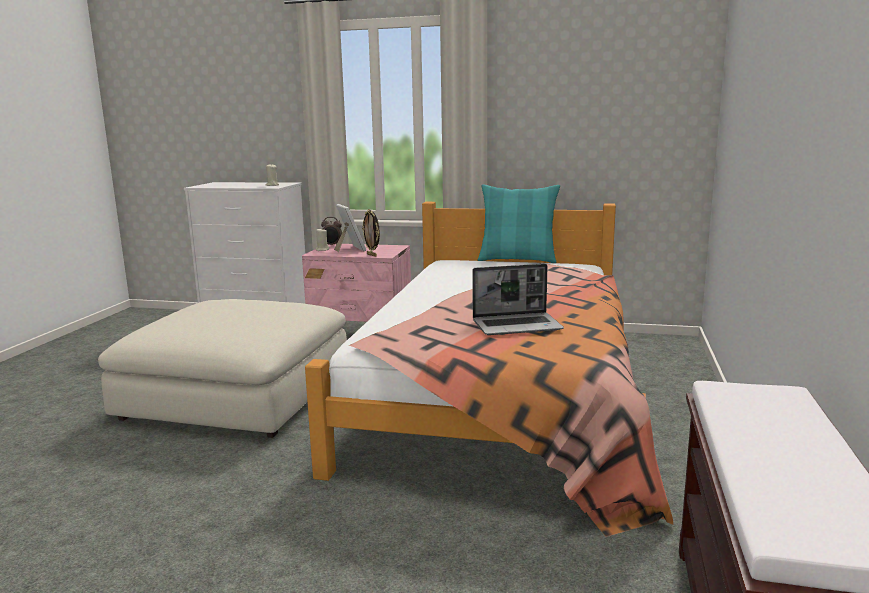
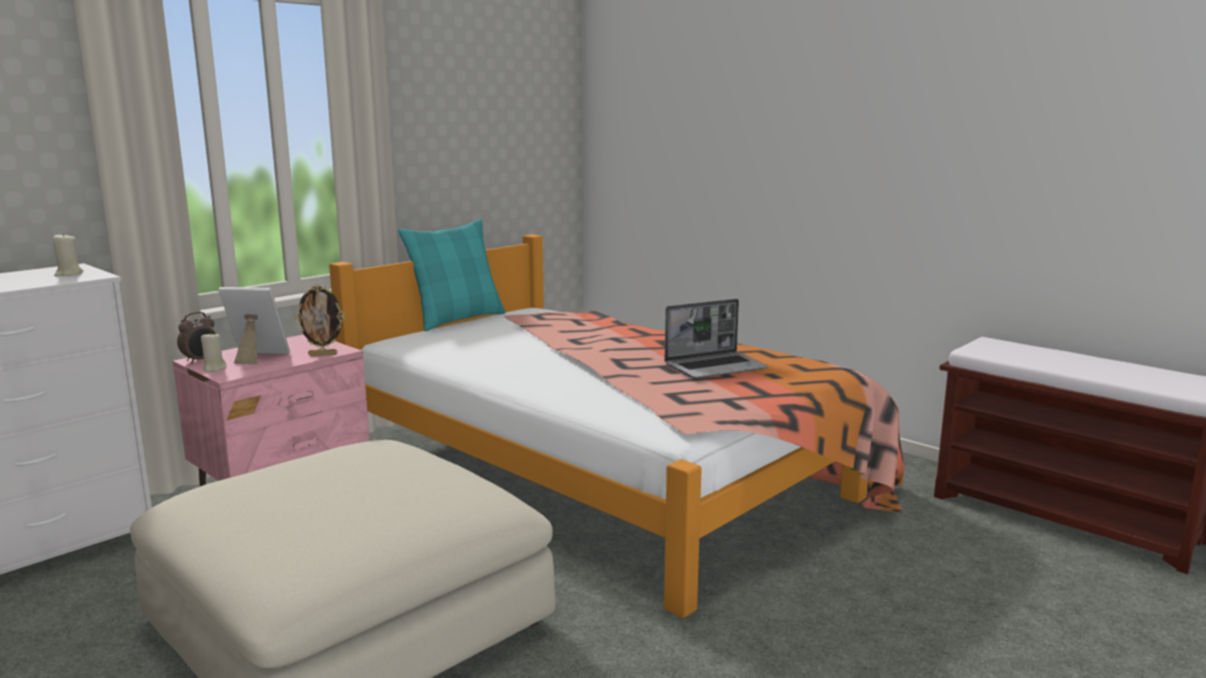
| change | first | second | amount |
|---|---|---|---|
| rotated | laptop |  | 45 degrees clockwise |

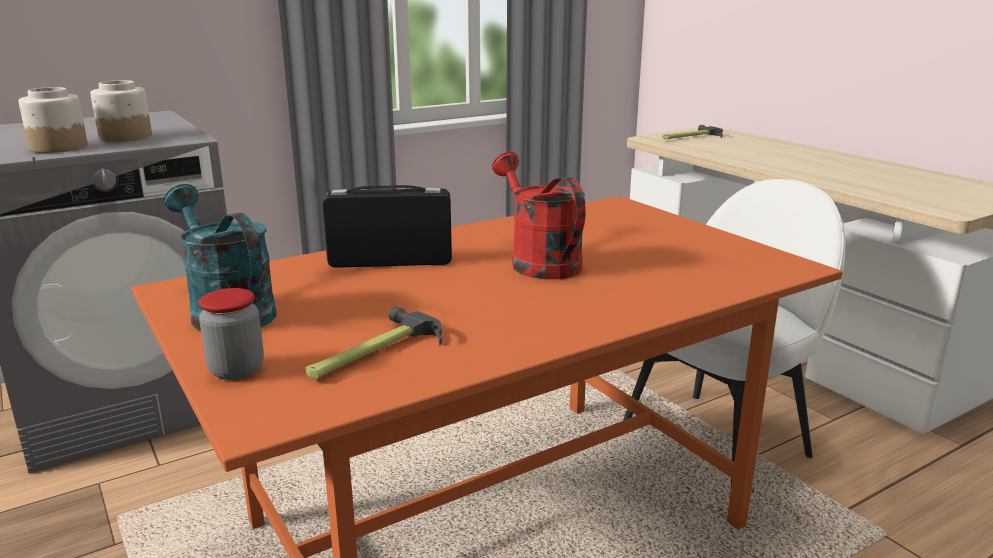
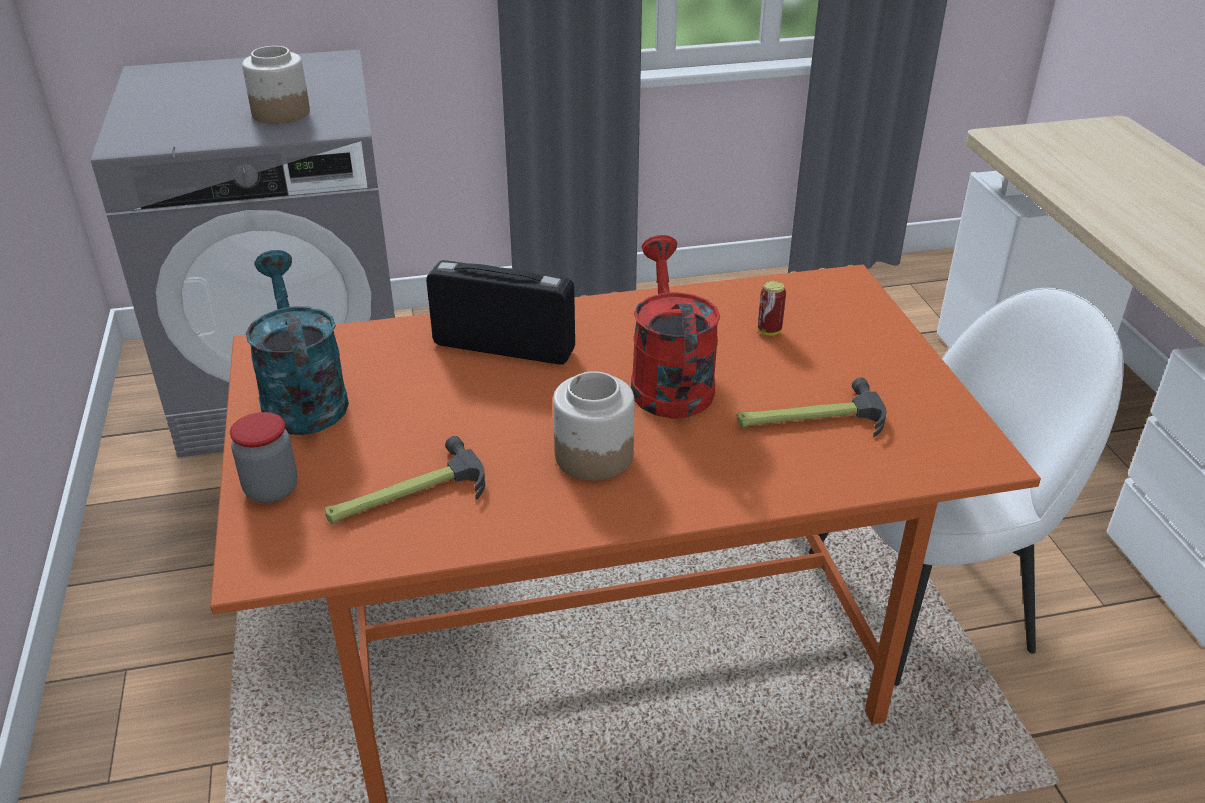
| change | first | second | amount |
|---|---|---|---|
| shifted | jar (no. 1 from left in the first image) | jar (no. 3 from left) |  |
| shifted | tool hammer (no. 2 from left) |  |  |
| new |  | can |  |

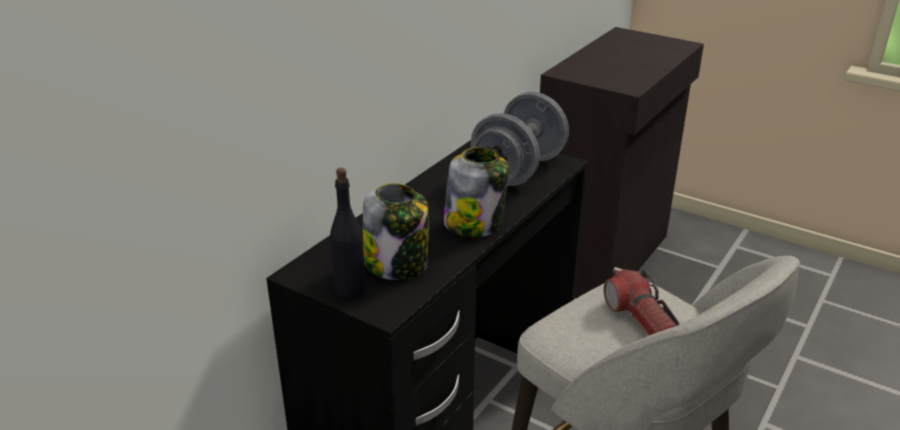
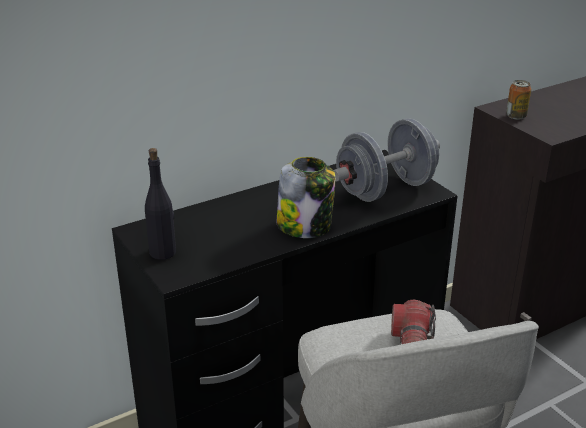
| change | first | second | amount |
|---|---|---|---|
| gone | jar (no. 1 from left) |  |  |
| new |  | can |  |

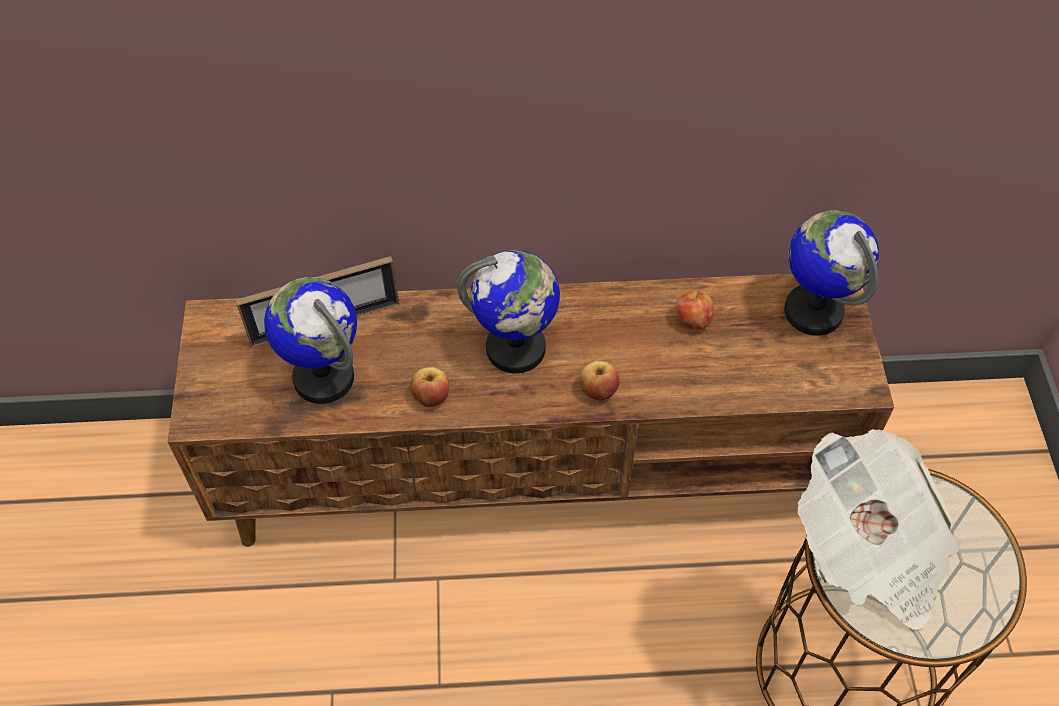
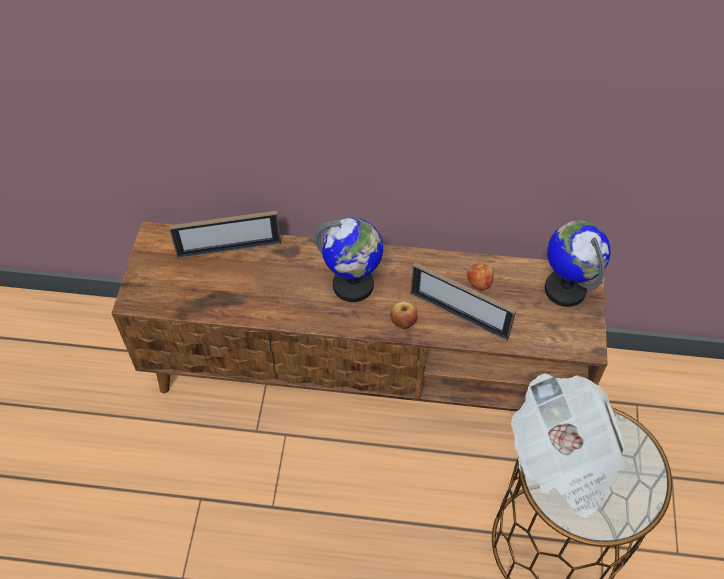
| change | first | second | amount |
|---|---|---|---|
| gone | desk globe (no. 1 from left) |  |  |
| gone | apple fruit (no. 1 from left) |  |  |
| new |  | photo frame (no. 2 from left) |  |

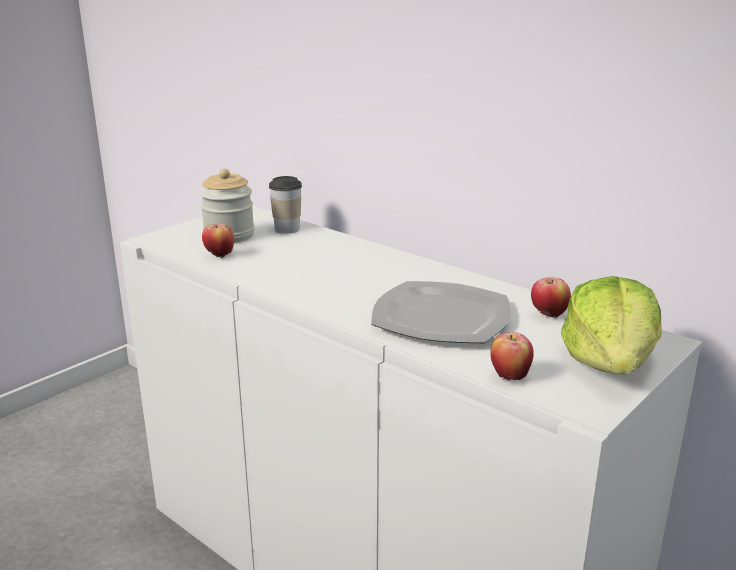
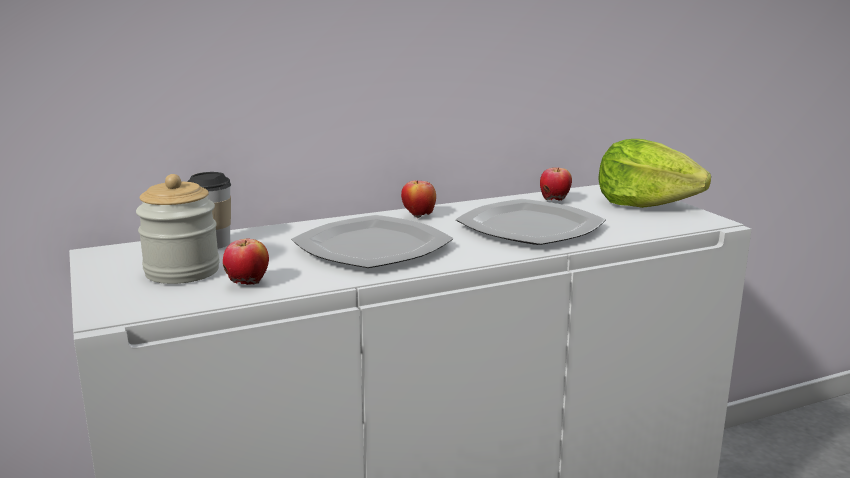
| change | first | second | amount |
|---|---|---|---|
| shifted | apple fruit (no. 2 from left) |  |  |
| new |  | plate (no. 1 from left) |  |

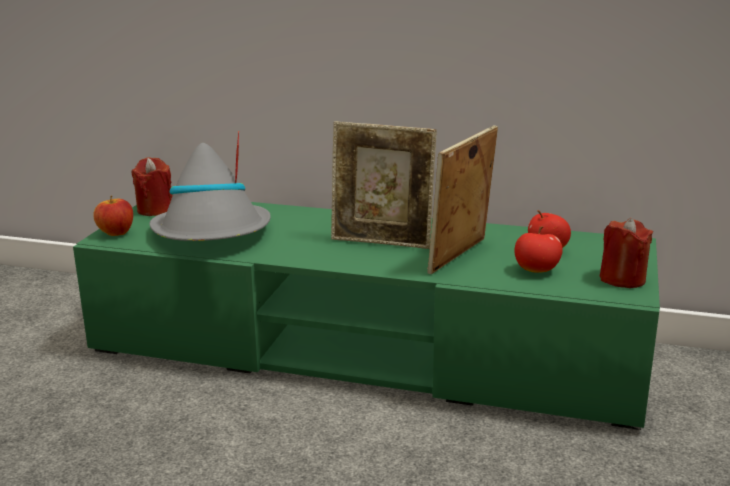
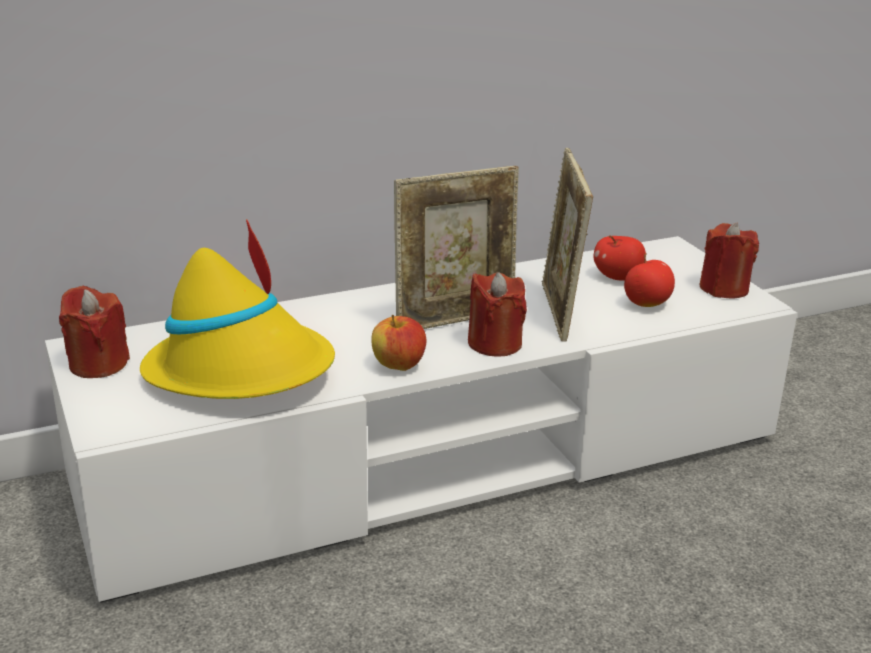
| change | first | second | amount |
|---|---|---|---|
| repainted | greyish clothing hat | yellowish clothing hat |  |
| shifted | apple fruit (no. 1 from left) |  |  |
| repainted | green tv unit | white-coloured tv unit |  |
| new |  | reddish candle (no. 2 from left) |  |

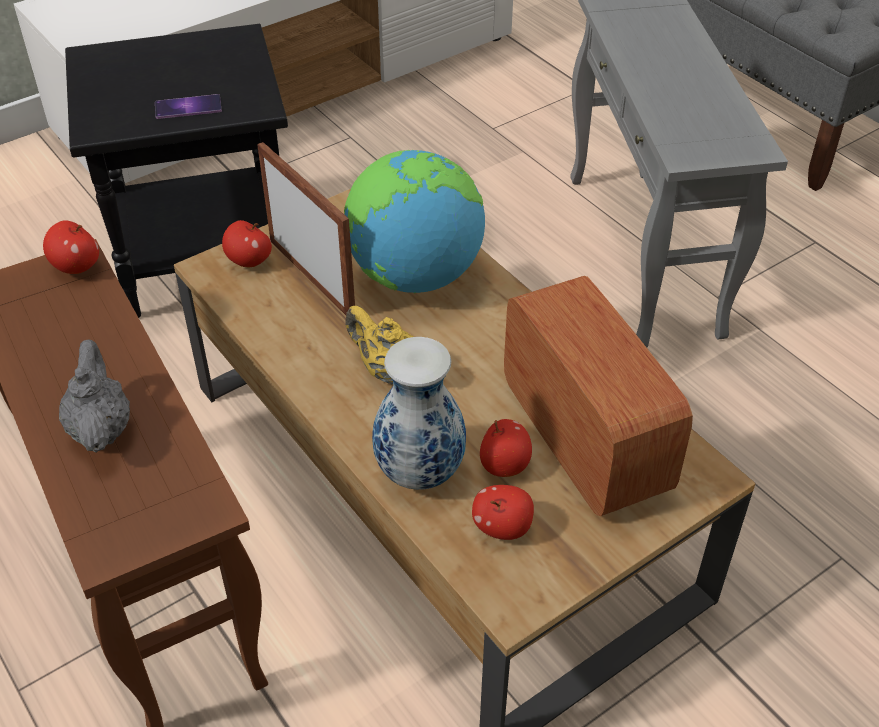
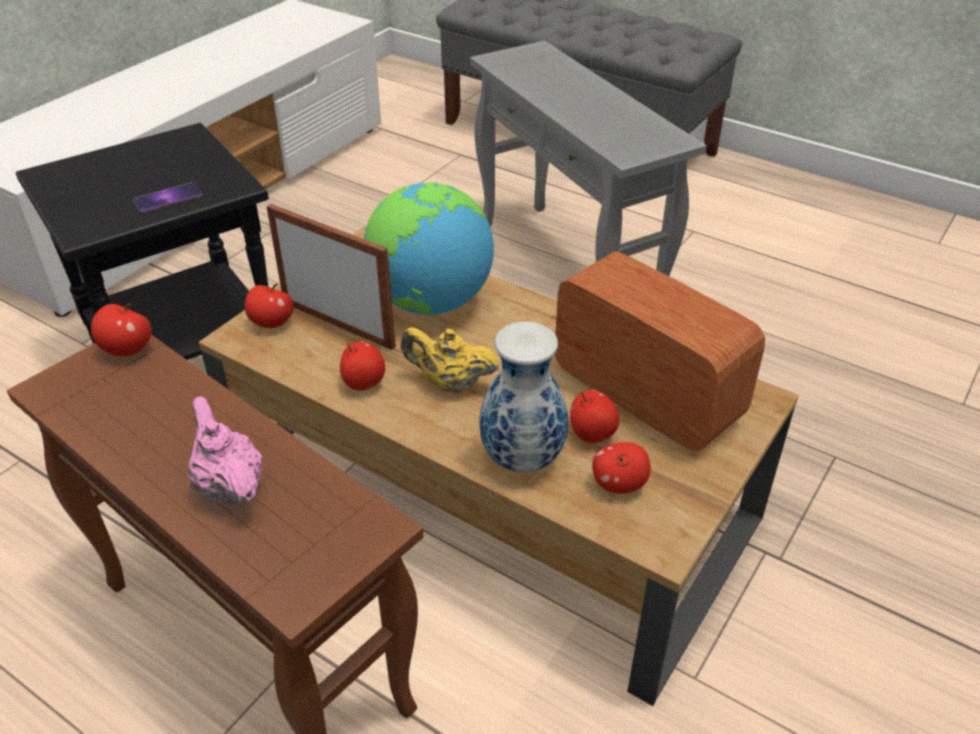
| change | first | second | amount |
|---|---|---|---|
| repainted | greyish pot for tea | pink-coloured pot for tea |  |
| new |  | apple fruit (no. 3 from left) |  |

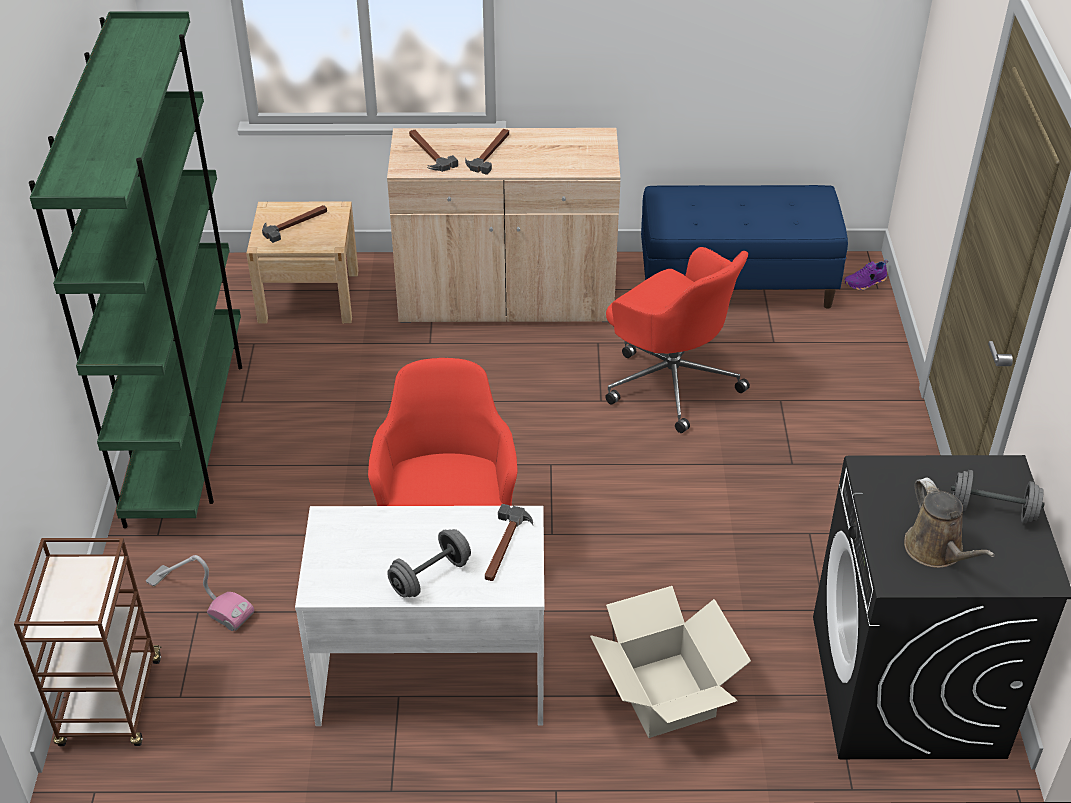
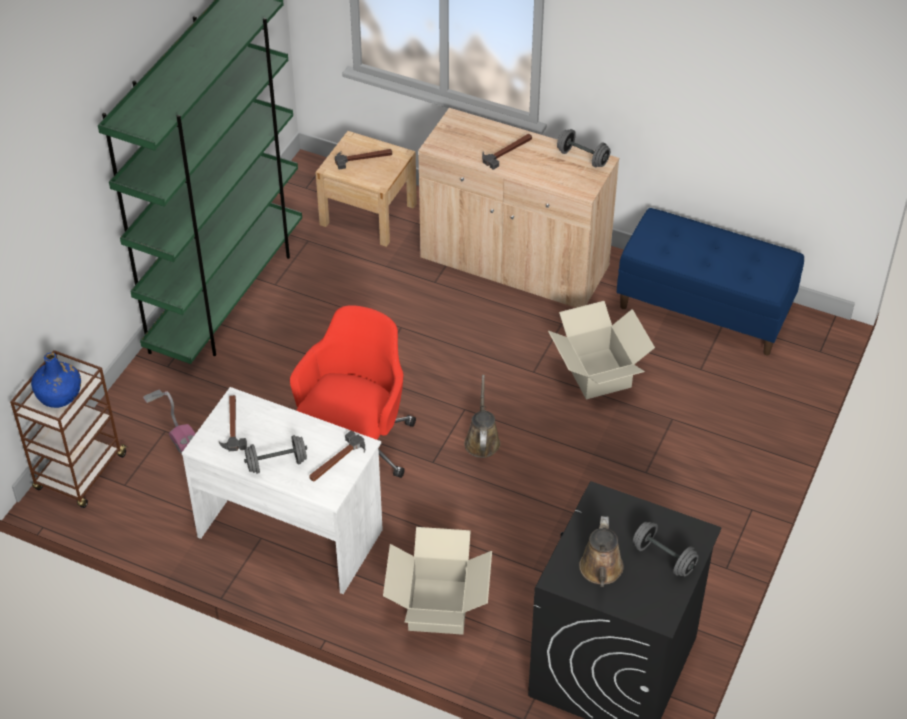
| change | first | second | amount |
|---|---|---|---|
| shifted | tool hammer (no. 2 from left in the first image) | tool hammer (no. 1 from left) |  |
| swapped | reddish office chair (no. 2 from left) | cardboard box (no. 2 from left) |  |
| gone | purplish item of footwear |  |  |
| new |  | greyish hand weight (no. 2 from left) |  |
| new |  | bluish beverage bottle |  |
| new |  | brown watering pot (no. 1 from left) |  |

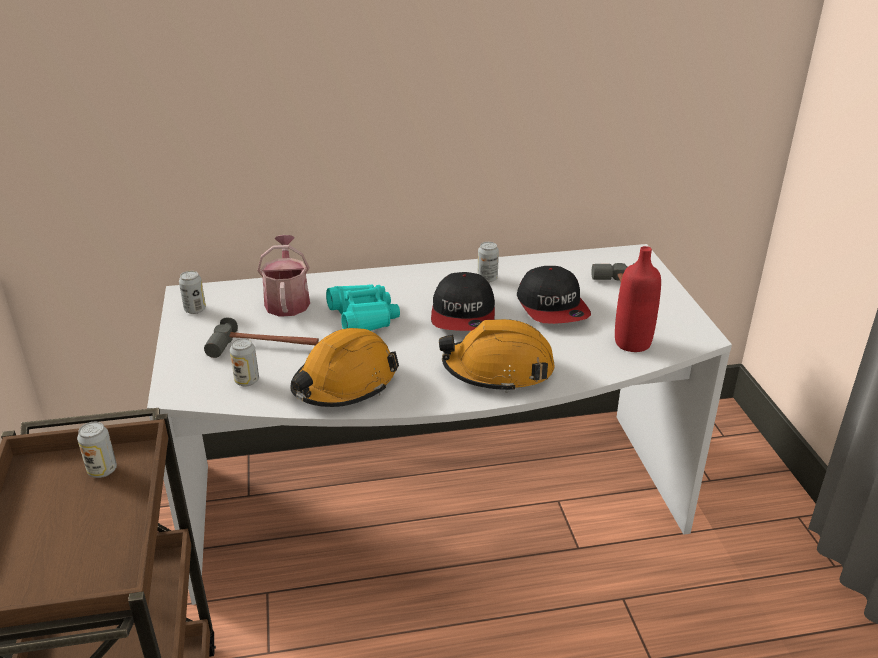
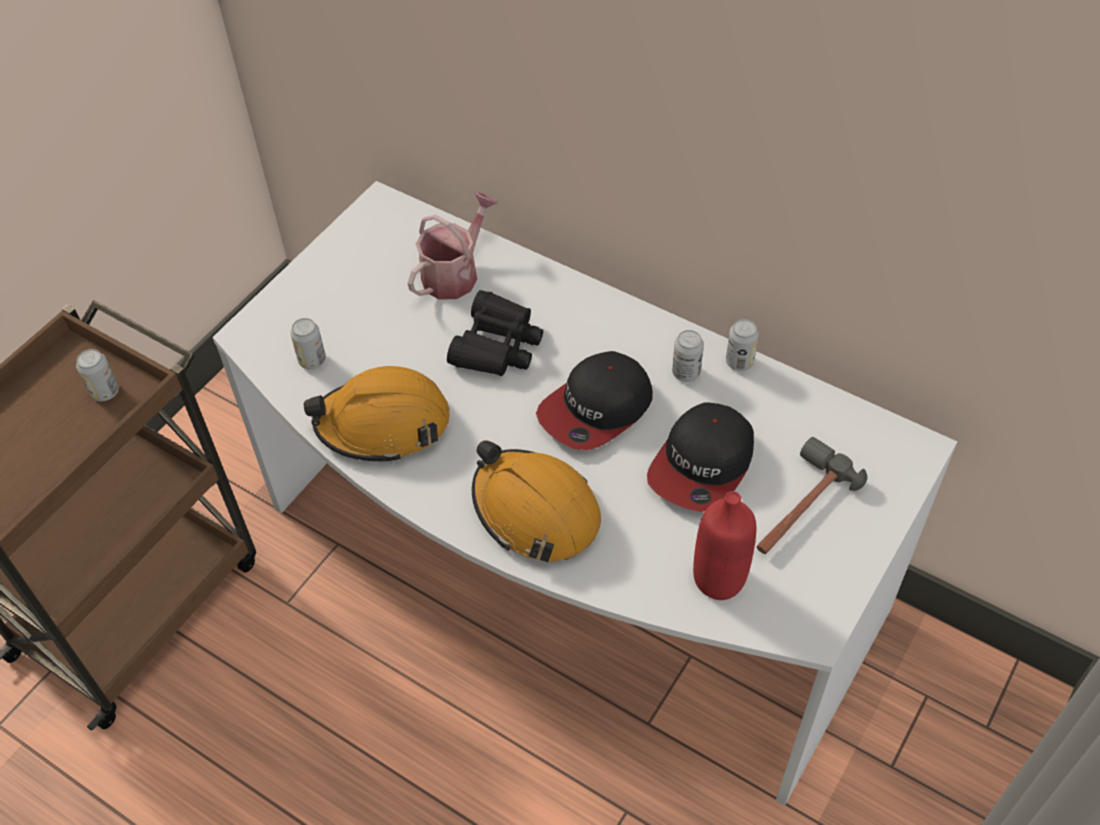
| change | first | second | amount |
|---|---|---|---|
| shifted | can (no. 2 from left in the first image) | can (no. 4 from left) |  |
| repainted | turquoise-coloured pair of binoculars | black pair of binoculars |  |
| gone | tool hammer (no. 1 from left) |  |  |

